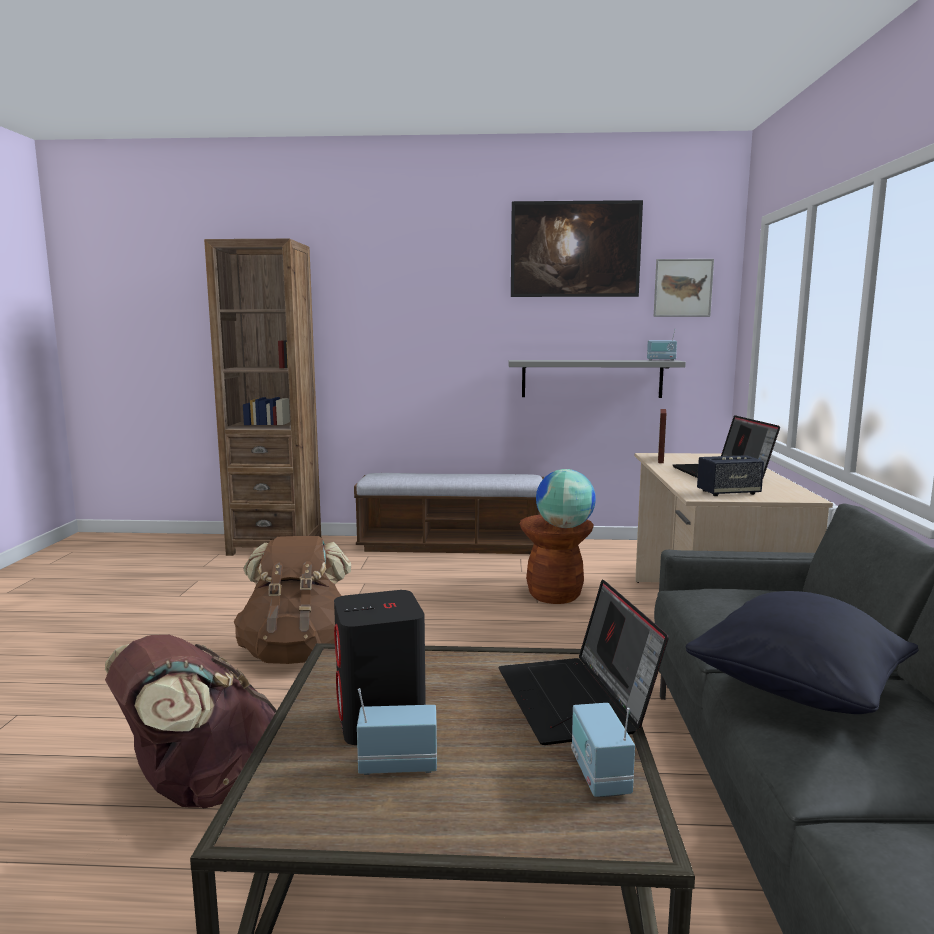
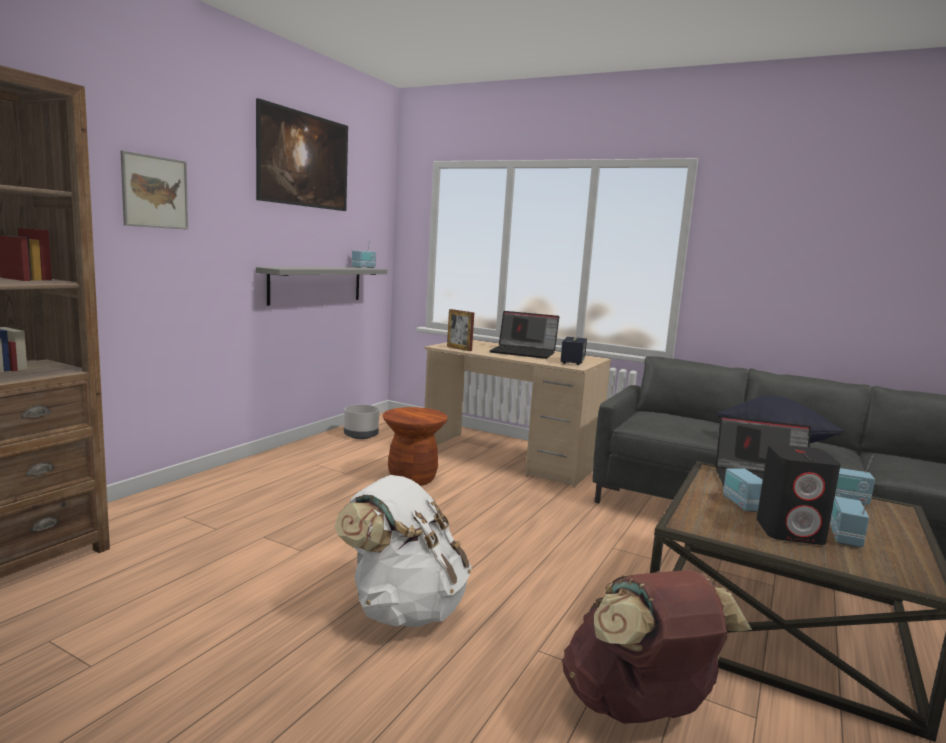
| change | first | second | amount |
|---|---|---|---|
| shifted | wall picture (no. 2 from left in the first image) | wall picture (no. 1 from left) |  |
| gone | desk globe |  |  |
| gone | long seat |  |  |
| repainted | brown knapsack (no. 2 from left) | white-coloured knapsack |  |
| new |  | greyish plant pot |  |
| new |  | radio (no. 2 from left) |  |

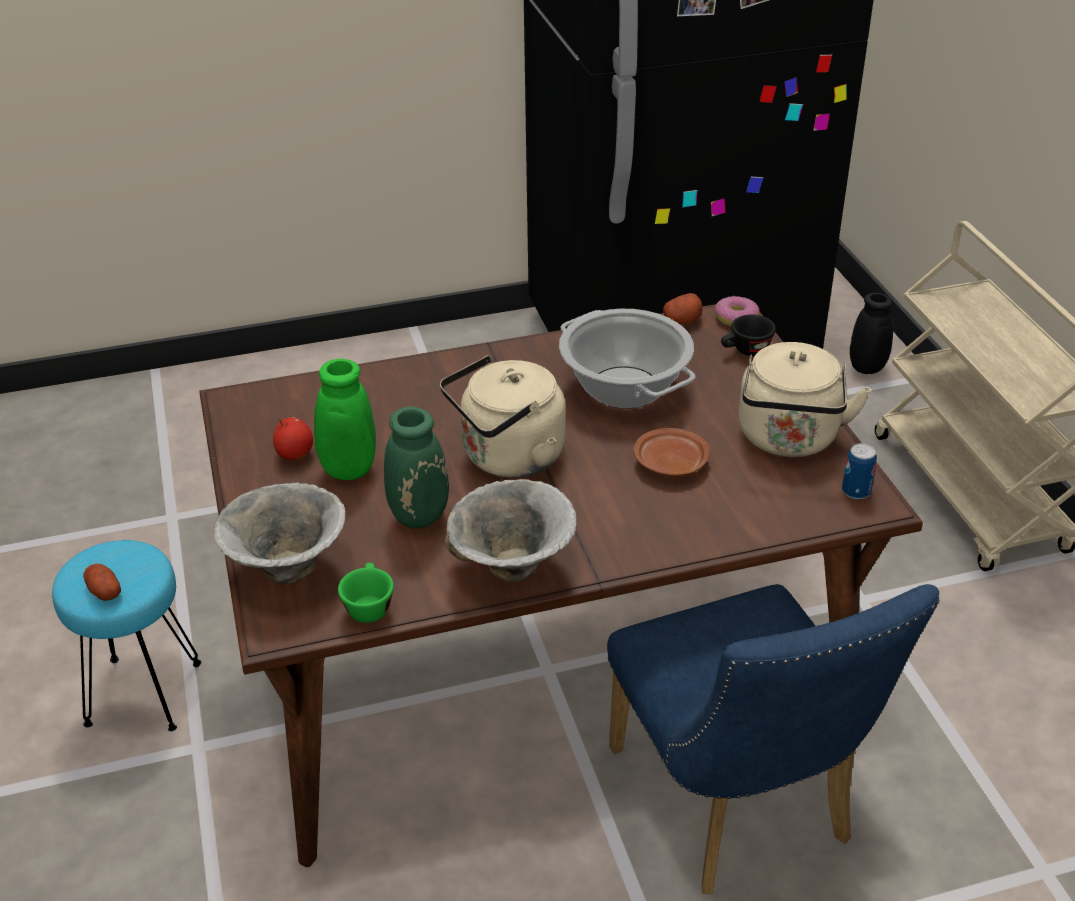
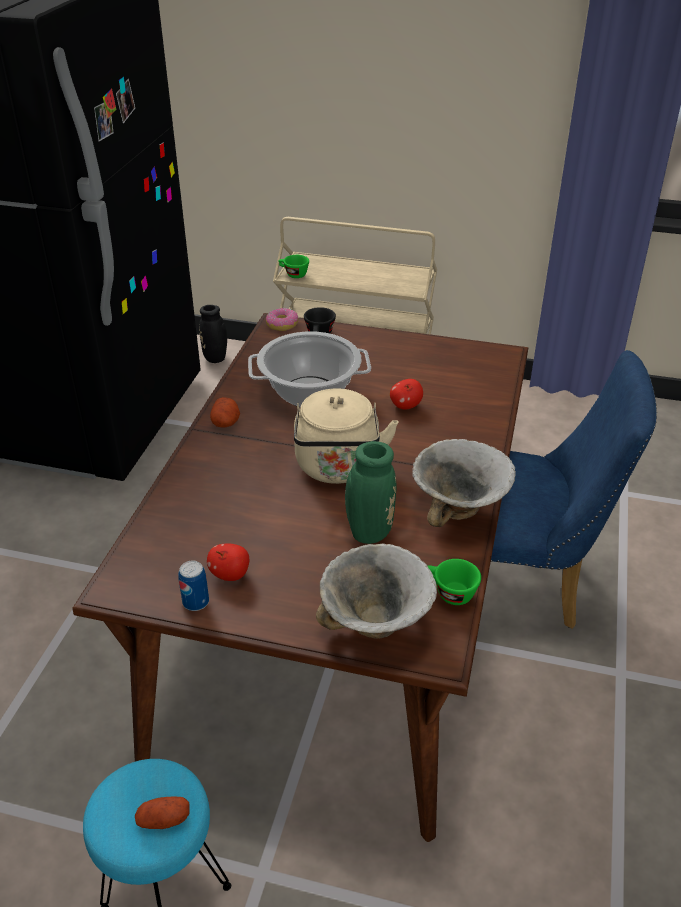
| change | first | second | amount |
|---|---|---|---|
| shifted | whole potato (no. 2 from left) |  |  |
| gone | beige tea kettle (no. 2 from left) |  |  |
| gone | green flower vase (no. 1 from left) |  |  |
| swapped | brown plate | apple fruit (no. 2 from left) |  |
| shifted | can |  |  |
| new |  | green small cup (no. 1 from left) |  |

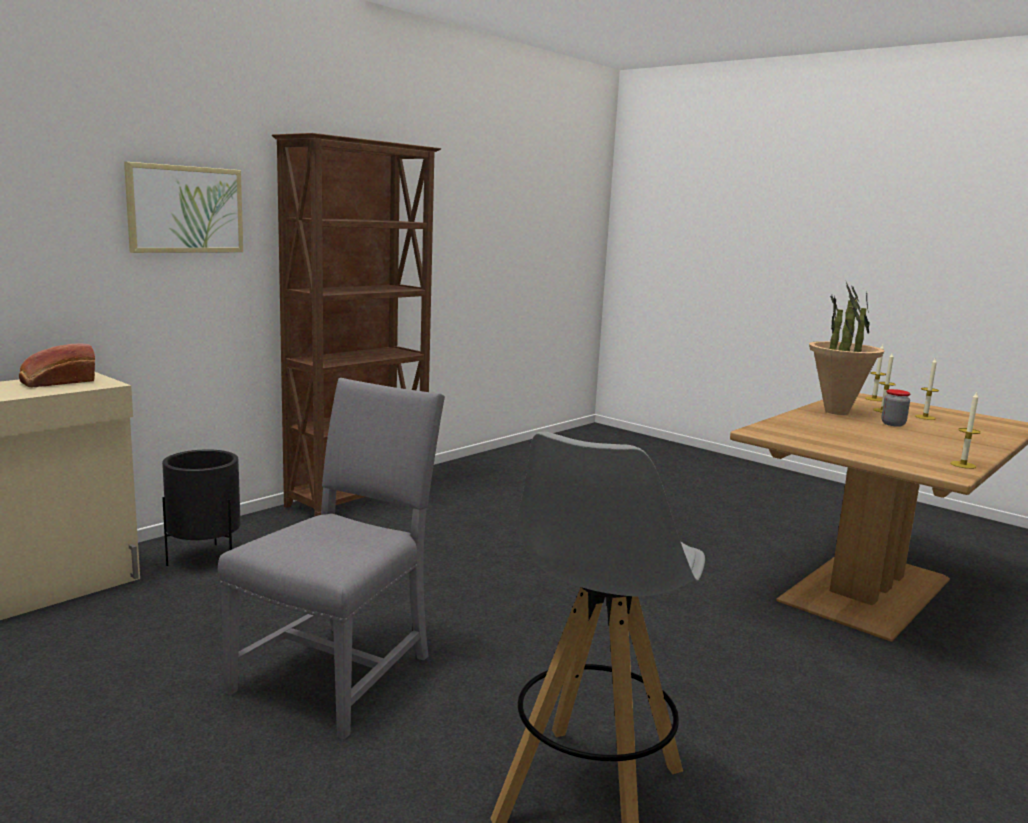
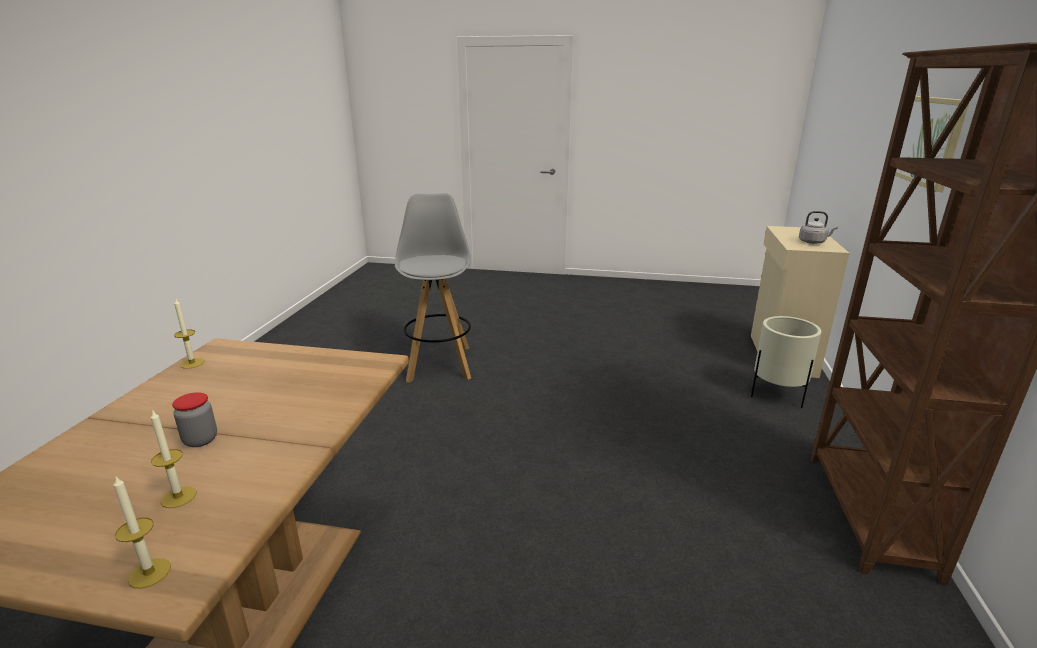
| change | first | second | amount |
|---|---|---|---|
| gone | potted plant |  |  |
| swapped | bakery bread | greyish tea kettle |  |
| gone | candle (no. 3 from left) |  |  |
| gone | greyish chair |  |  |
| repainted | black plant pot | beige plant pot |  |

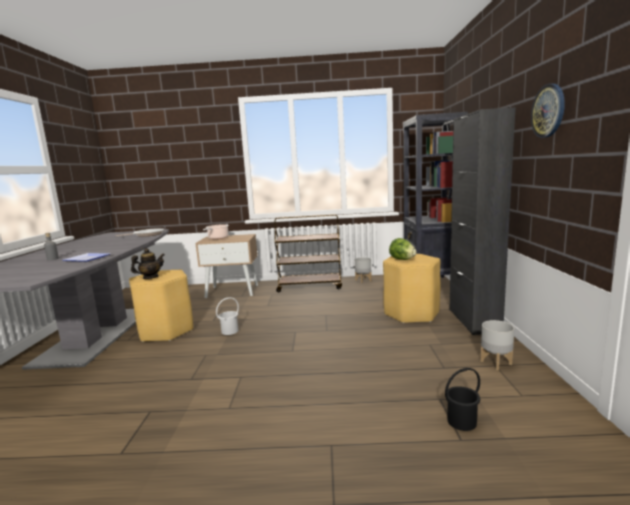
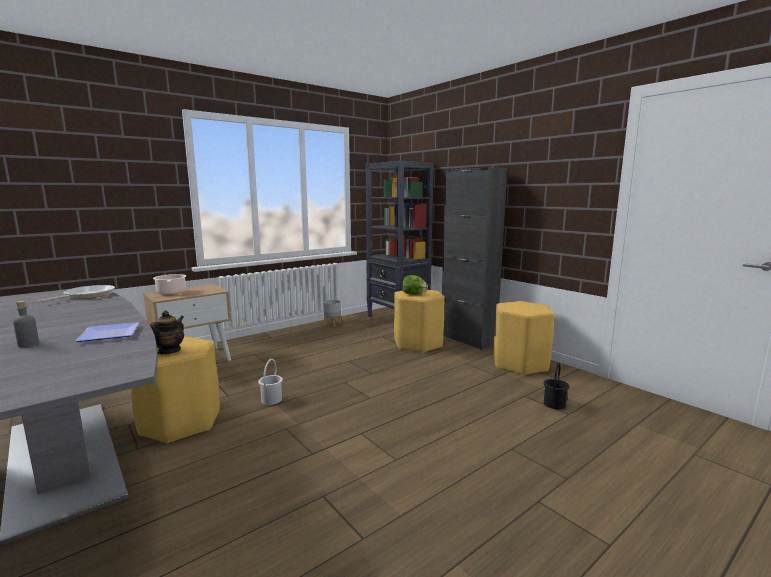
| change | first | second | amount |
|---|---|---|---|
| gone | hanging clock |  |  |
| gone | brown trolley |  |  |
| swapped | greyish plant pot (no. 2 from left) | yellowish stool seat (no. 3 from left) |  |

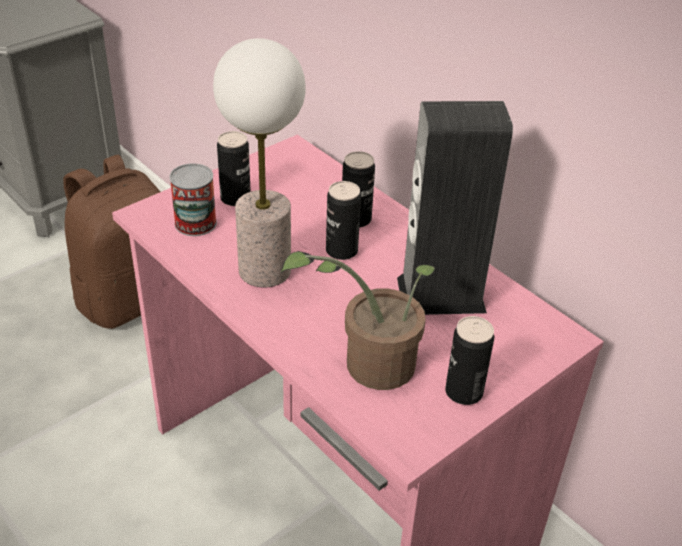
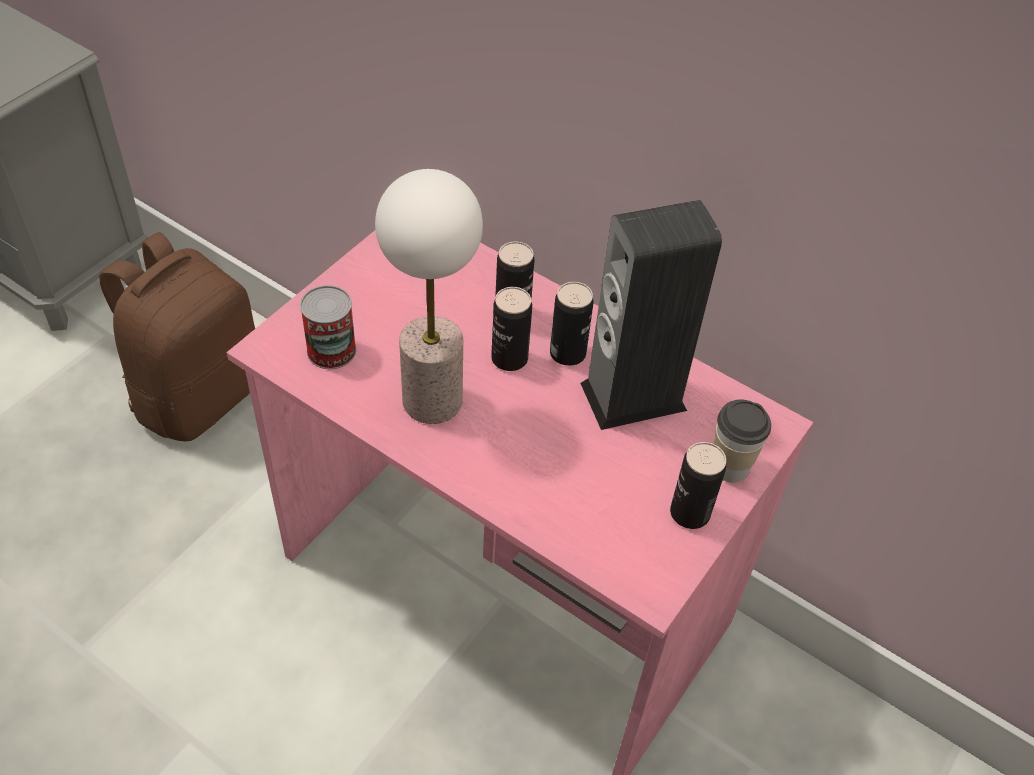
| change | first | second | amount |
|---|---|---|---|
| shifted | can (no. 2 from left in the first image) | can (no. 4 from left) |  |
| gone | potted plant |  |  |
| new |  | small cup |  |

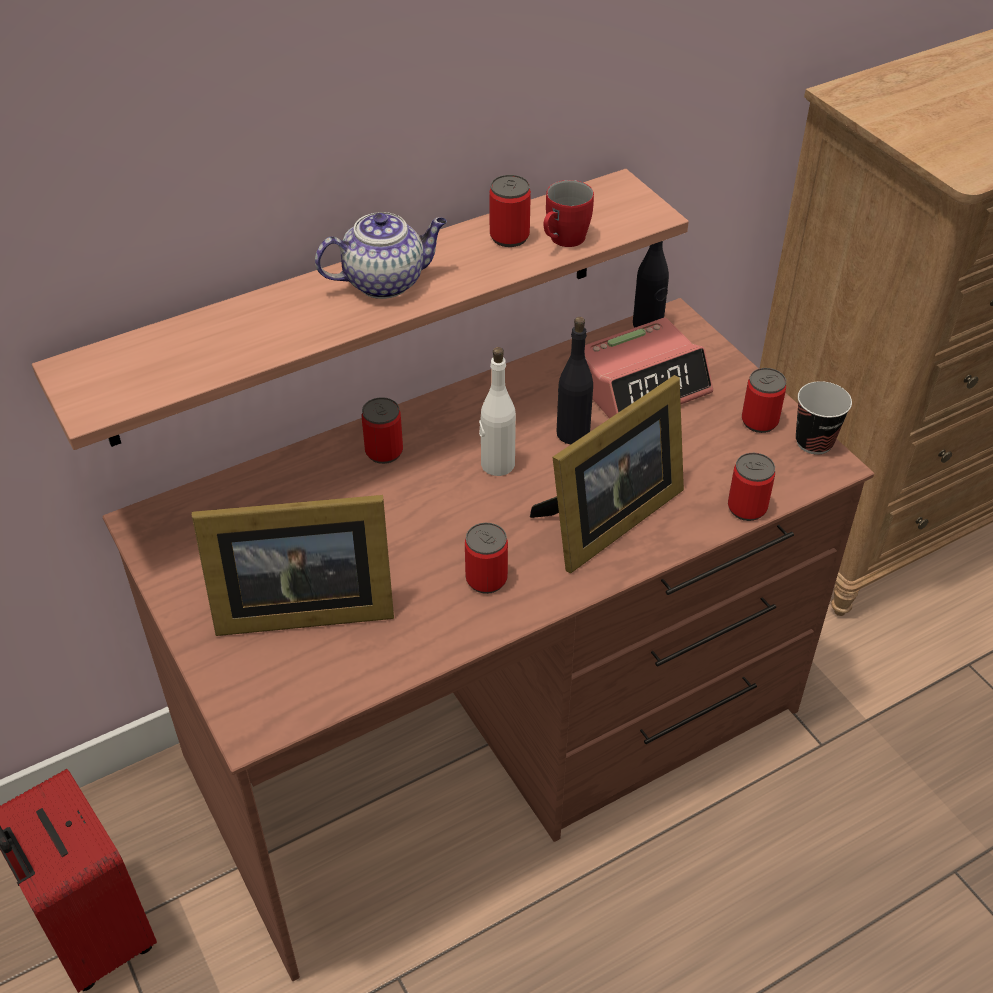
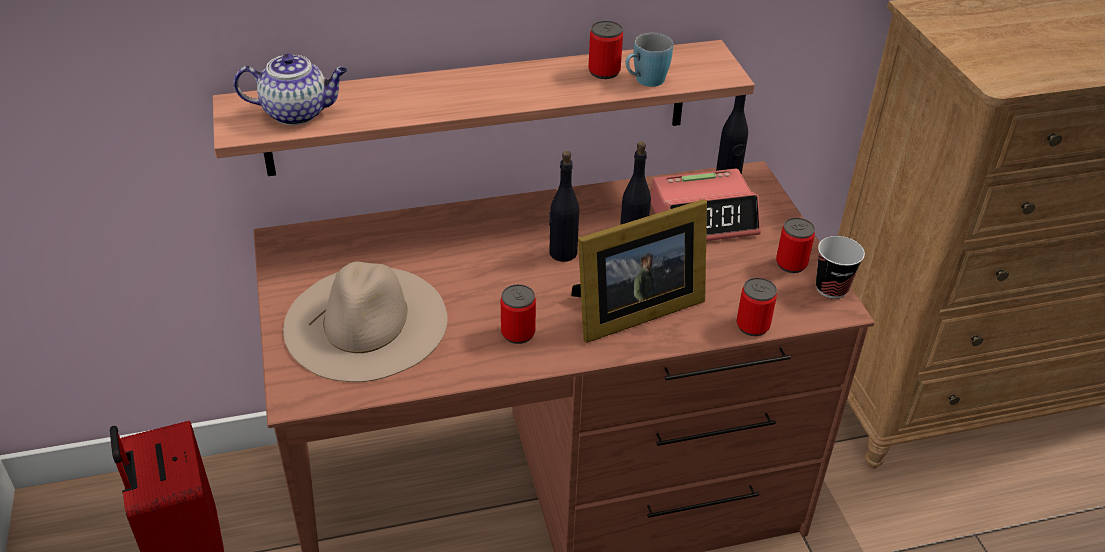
| change | first | second | amount |
|---|---|---|---|
| repainted | reddish mug | bluish mug |  |
| shifted | pot for tea |  |  |
| repainted | white-coloured beverage bottle | black beverage bottle (no. 1 from left) |  |
| gone | can (no. 1 from left) |  |  |
| swapped | photo frame (no. 1 from left) | beige clothing hat |  |

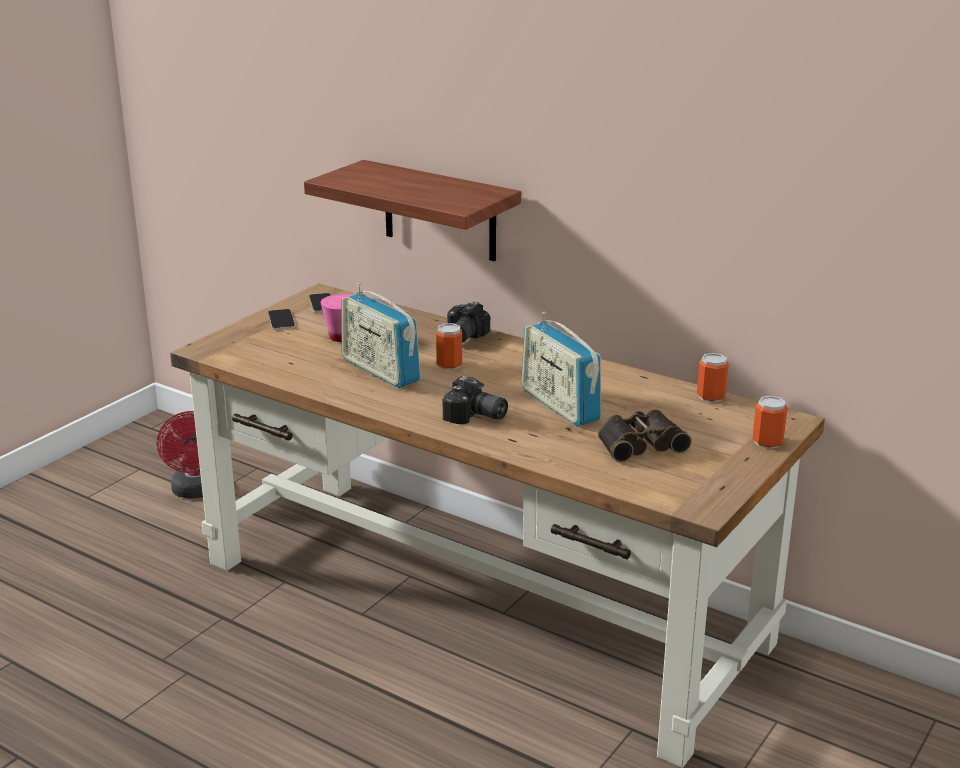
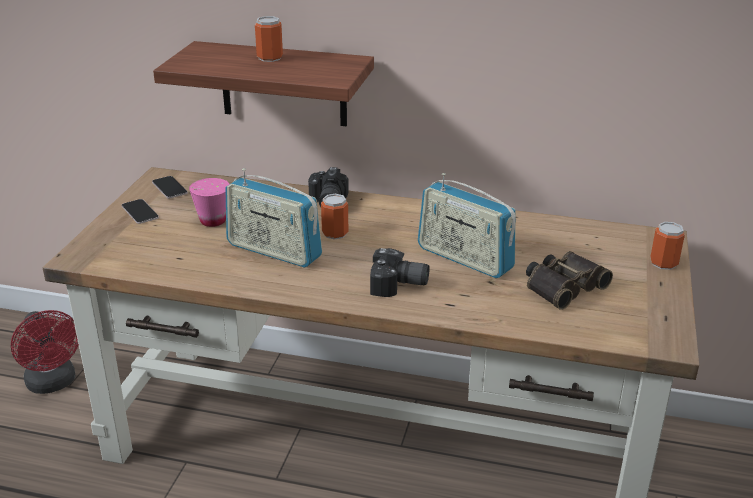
| change | first | second | amount |
|---|---|---|---|
| shifted | can (no. 2 from left in the first image) | can (no. 1 from left) |  |

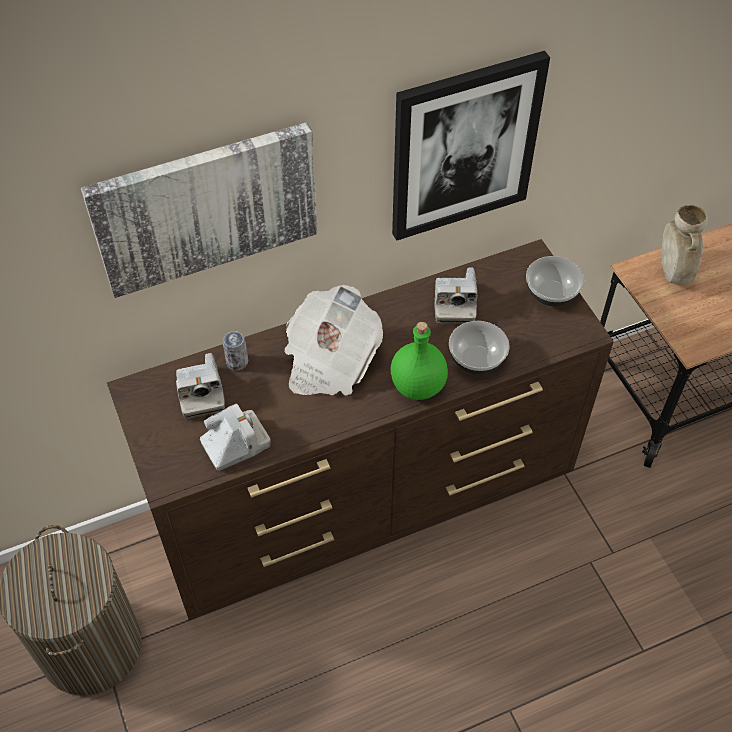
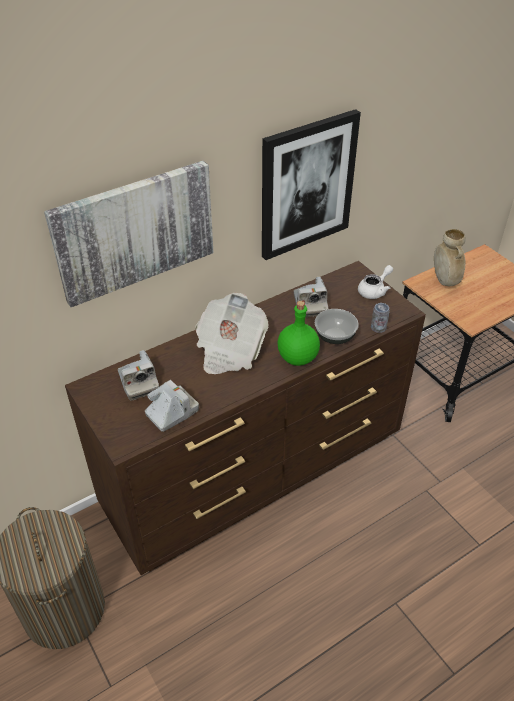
| change | first | second | amount |
|---|---|---|---|
| swapped | deep dish (no. 2 from left) | white-coloured pot for tea |  |
| shifted | can |  |  |

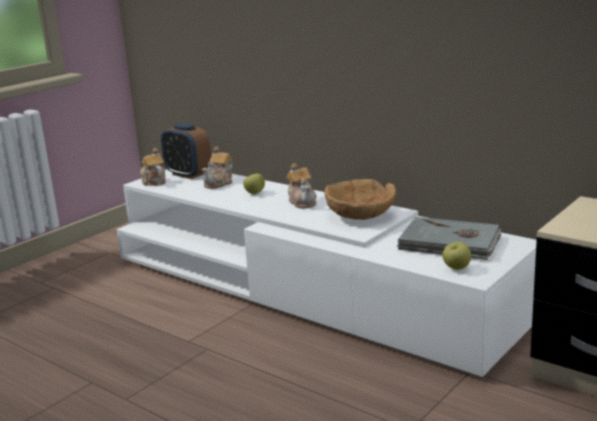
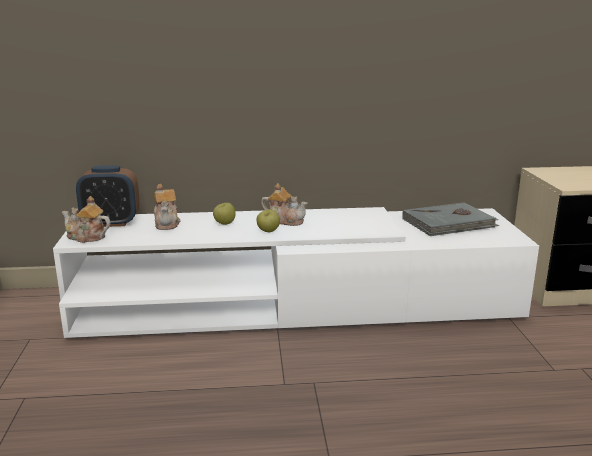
| change | first | second | amount |
|---|---|---|---|
| gone | brown deep dish |  |  |
| shifted | apple fruit (no. 2 from left) |  |  |

